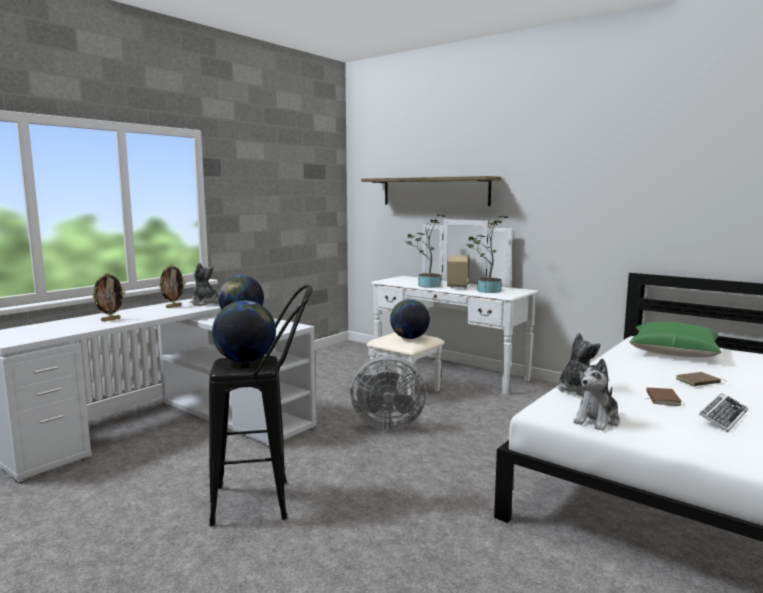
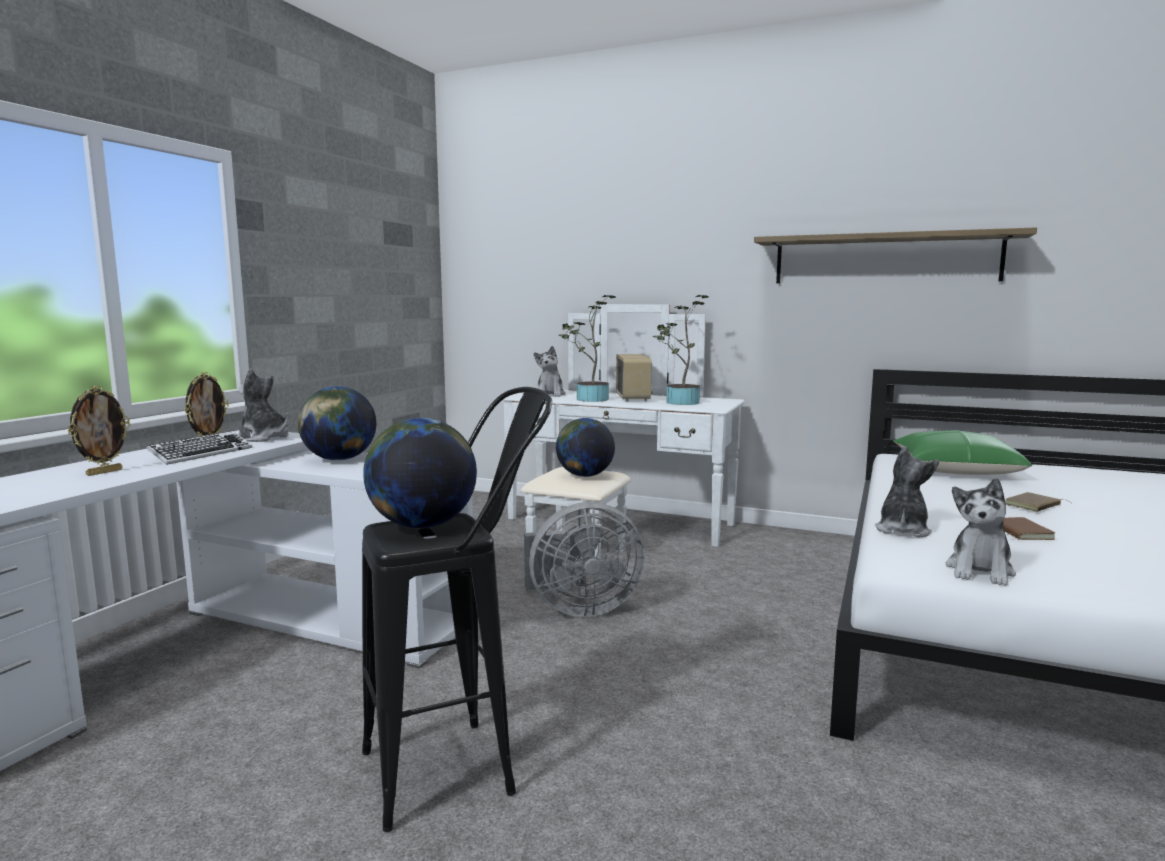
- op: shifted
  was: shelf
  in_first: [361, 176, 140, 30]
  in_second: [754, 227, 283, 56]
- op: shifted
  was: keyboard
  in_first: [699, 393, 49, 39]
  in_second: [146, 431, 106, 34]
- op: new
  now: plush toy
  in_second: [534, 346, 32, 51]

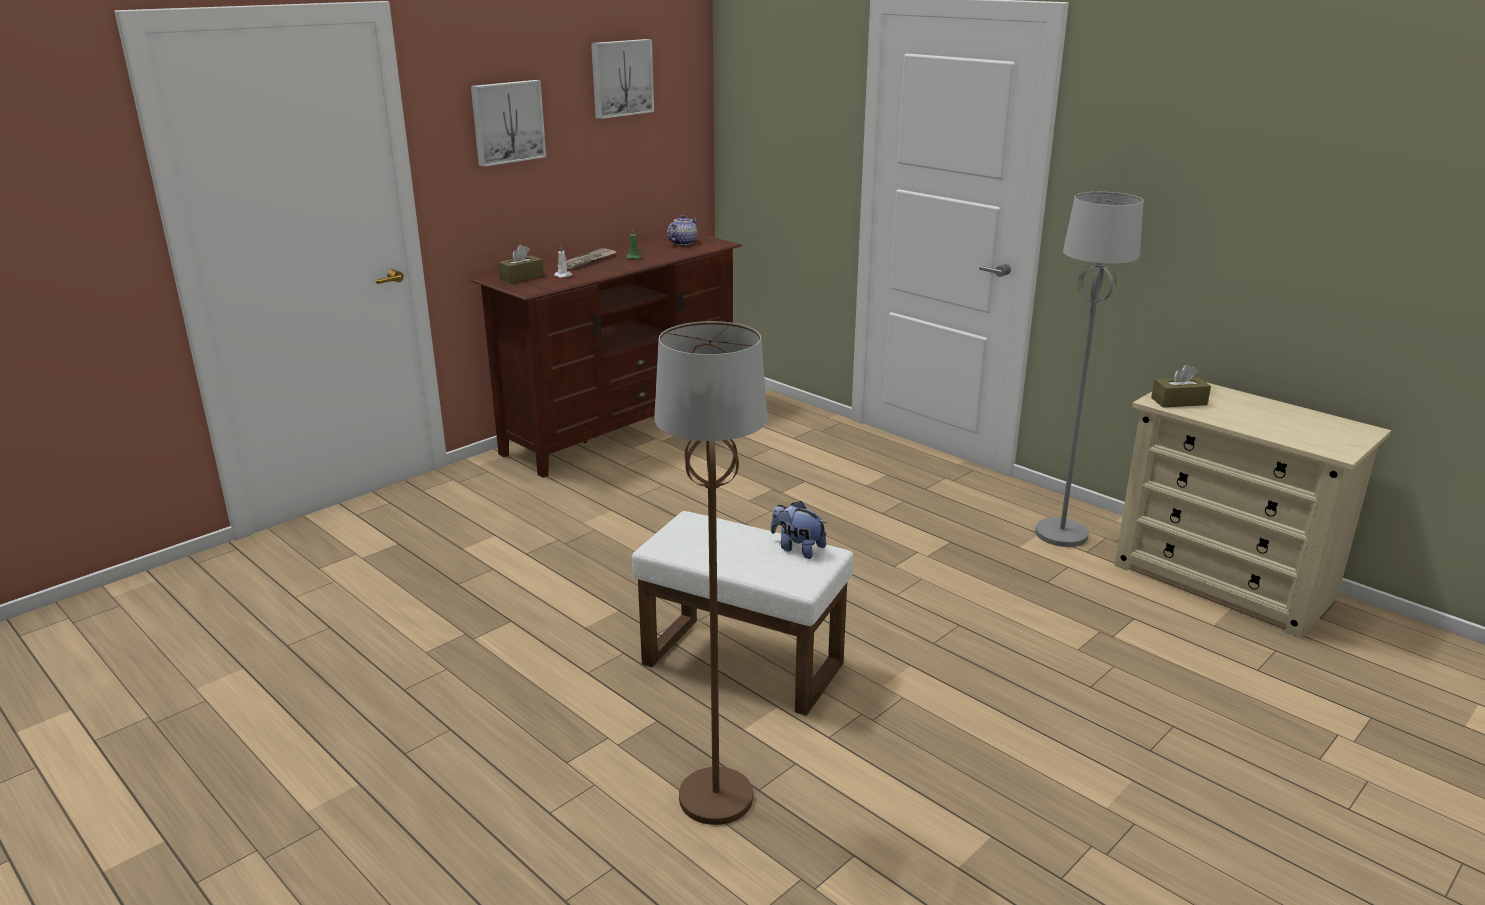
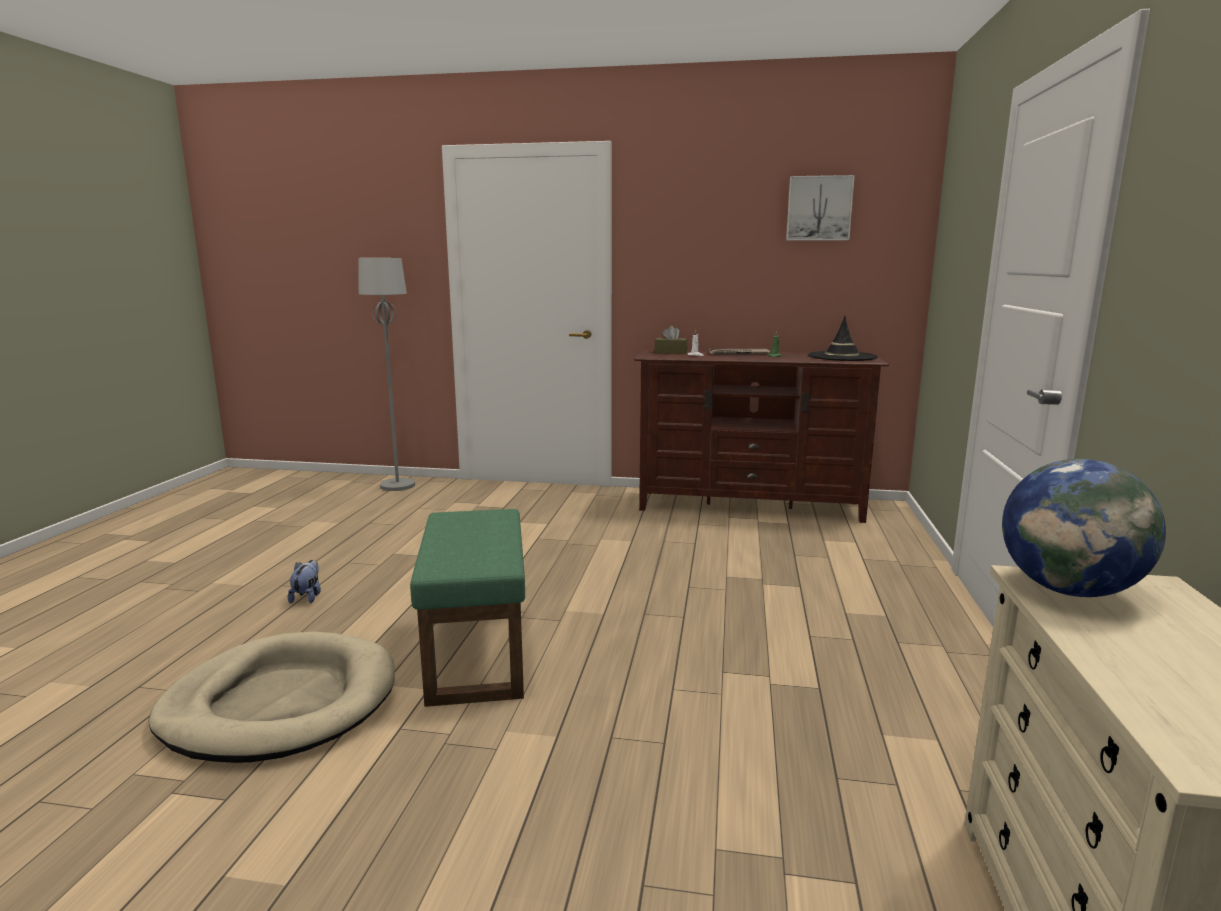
- op: gone
  was: picture
  in_first: [471, 80, 75, 87]
- op: shifted
  was: floor lamp (grey)
  in_first: [1035, 192, 109, 355]
  in_second: [359, 258, 56, 233]
- op: swapped
  was: teapot
  now: hat (black)
  in_first: [667, 215, 31, 30]
  in_second: [808, 316, 70, 45]
- op: swapped
  was: floor lamp (brown)
  now: dog bed (beige)
  in_first: [654, 321, 113, 504]
  in_second: [149, 631, 246, 132]
- op: swapped
  was: tissue box (brown)
  now: globe
  in_first: [1151, 364, 60, 44]
  in_second: [1002, 459, 164, 138]
- op: shifted
  was: plush toy
  in_first: [771, 501, 55, 58]
  in_second: [288, 560, 33, 44]
- op: repainted
  was: ottoman (white)
  now: ottoman (green)
  in_first: [632, 511, 222, 205]
  in_second: [410, 509, 115, 198]

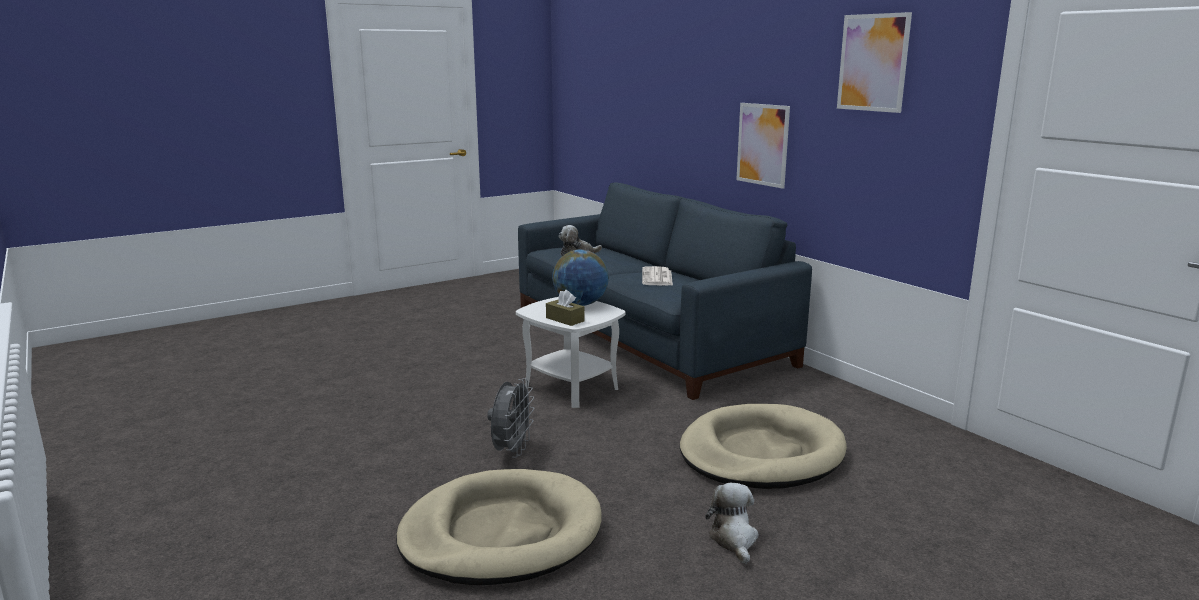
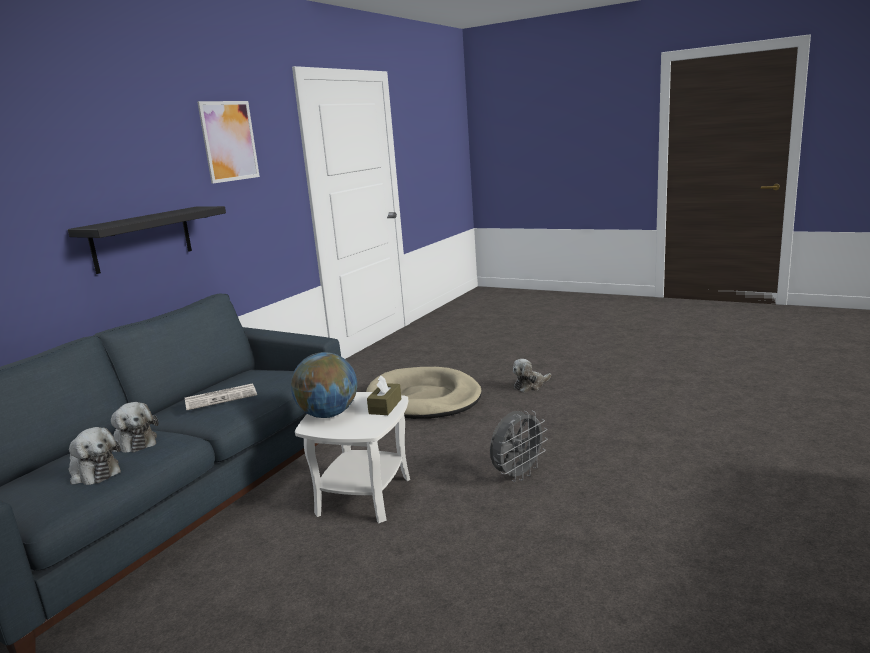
- op: swapped
  was: picture
  now: shelf (black)
  in_first: [736, 103, 54, 86]
  in_second: [68, 206, 158, 68]
- op: rotated
  was: fan (grey)
  in_first: [487, 378, 48, 80]
  in_second: [490, 410, 58, 72]
  clockwise: 150
- op: gone
  was: dog bed (beige)
  in_first: [396, 469, 206, 117]
- op: new
  now: plush toy
  in_second: [111, 402, 48, 51]

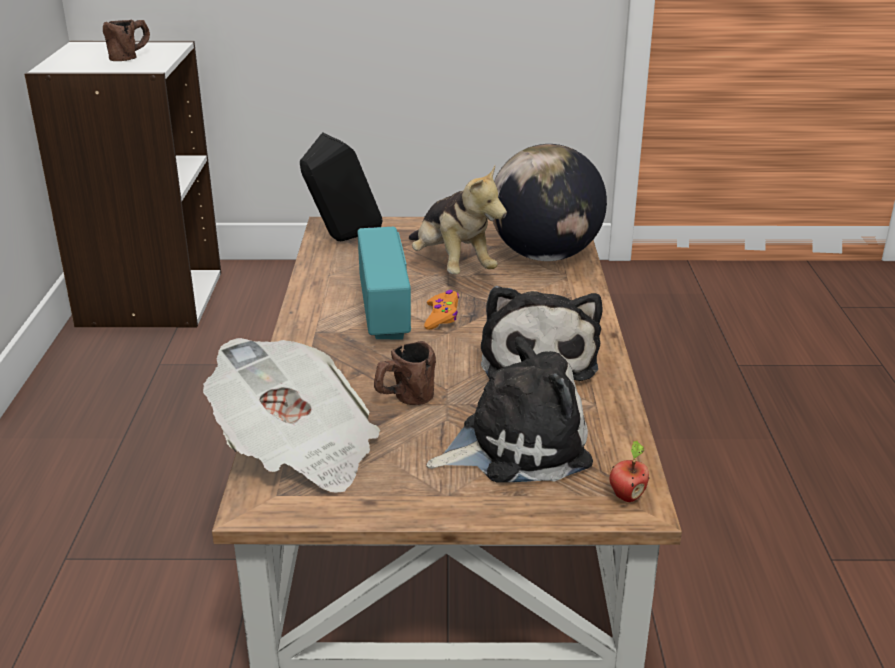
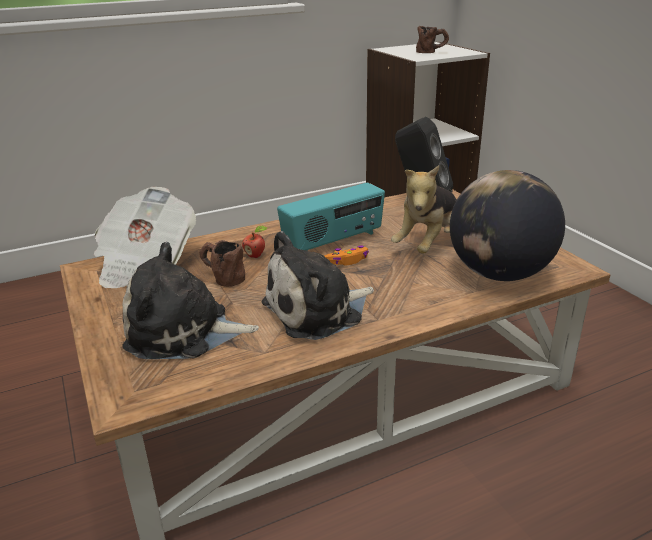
- op: rotated
  was: plush toy
  in_first: [426, 336, 167, 147]
  in_second: [123, 242, 136, 117]
  clockwise: 135
- op: shifted
  was: apple
  in_first: [610, 441, 39, 61]
  in_second: [242, 225, 26, 33]

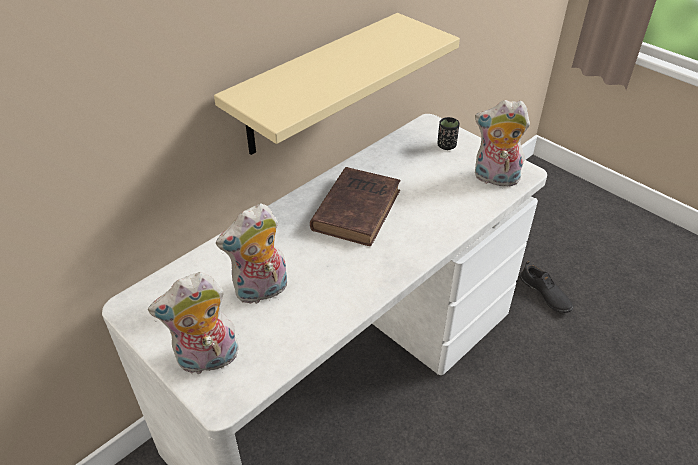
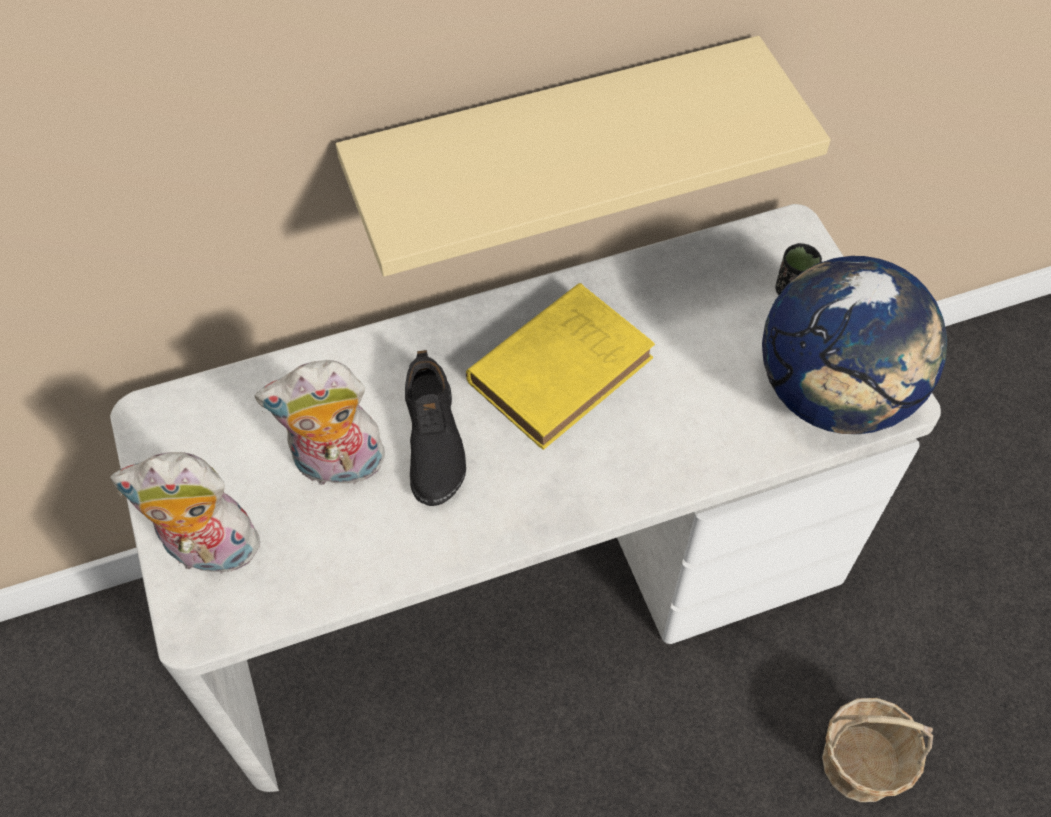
- op: swapped
  was: plush toy
  now: globe
  in_first: [475, 100, 55, 87]
  in_second: [762, 256, 185, 178]
- op: repainted
  was: book (brown)
  now: book (yellow)
  in_first: [310, 167, 91, 79]
  in_second: [466, 283, 189, 167]
- op: shifted
  was: shoe (black)
  in_first: [520, 261, 53, 52]
  in_second: [405, 350, 61, 156]
- op: new
  now: basket
  in_second: [822, 698, 111, 104]

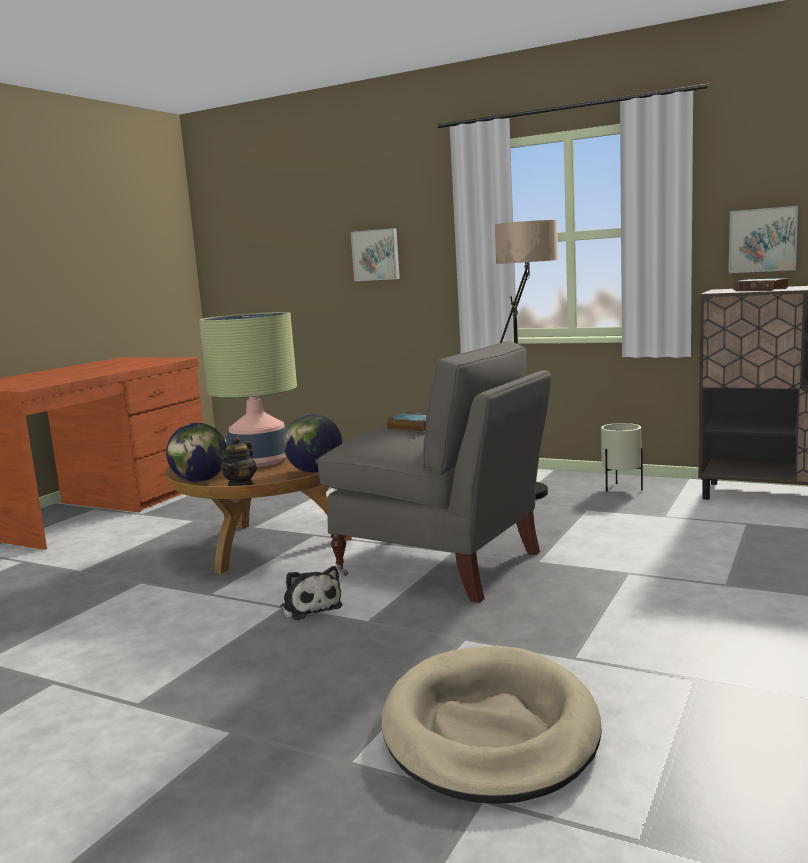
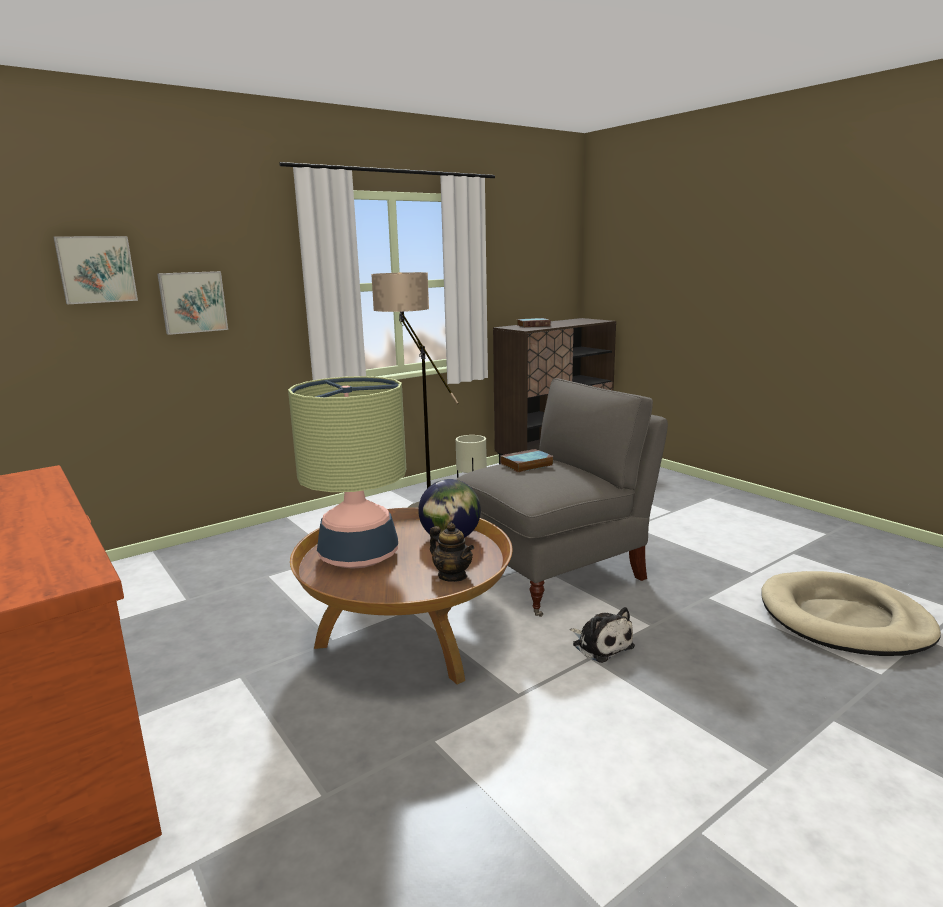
- op: shifted
  was: picture
  in_first: [729, 206, 69, 67]
  in_second: [53, 236, 85, 68]
- op: gone
  was: globe
  in_first: [166, 423, 61, 59]
- op: rotated
  was: plush toy
  in_first: [280, 566, 63, 55]
  in_second: [570, 607, 65, 56]
  clockwise: 60

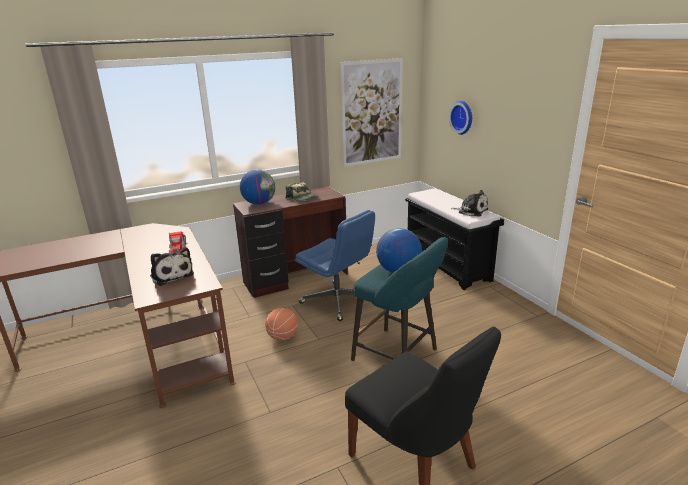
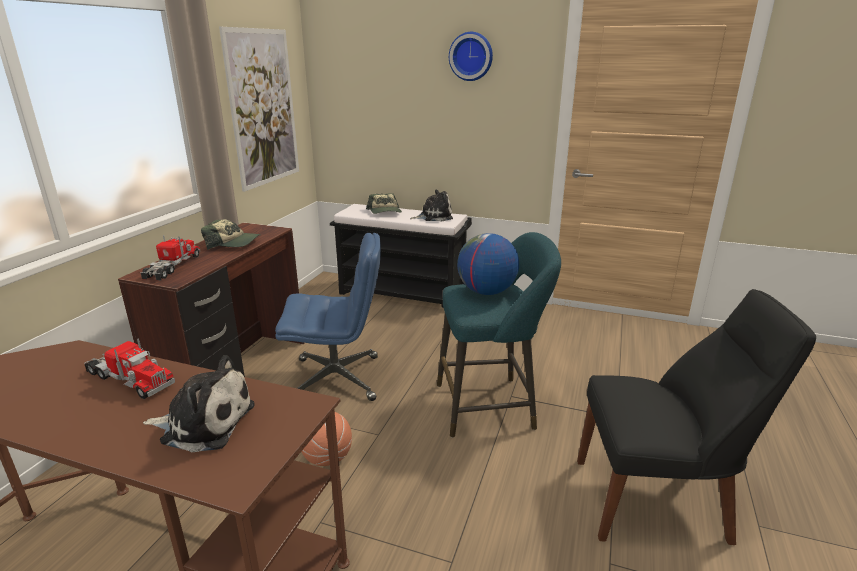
- op: shifted
  was: wall clock
  in_first: [449, 101, 23, 34]
  in_second: [449, 32, 44, 49]
- op: swapped
  was: globe
  now: toy truck
  in_first: [240, 169, 35, 36]
  in_second: [140, 235, 60, 45]
- op: new
  now: cap
  in_second: [366, 193, 36, 21]

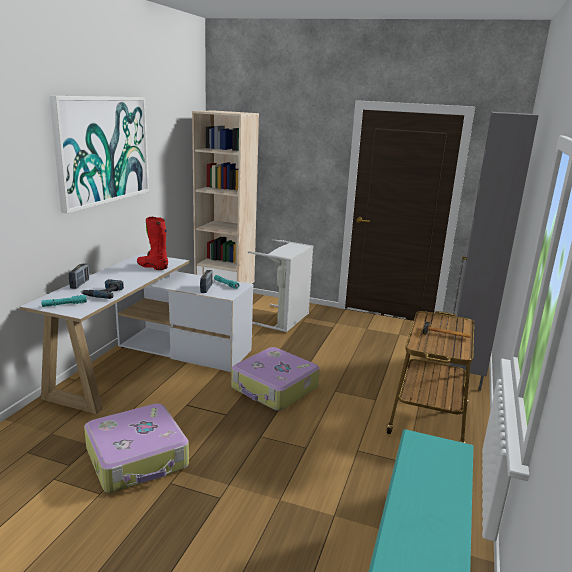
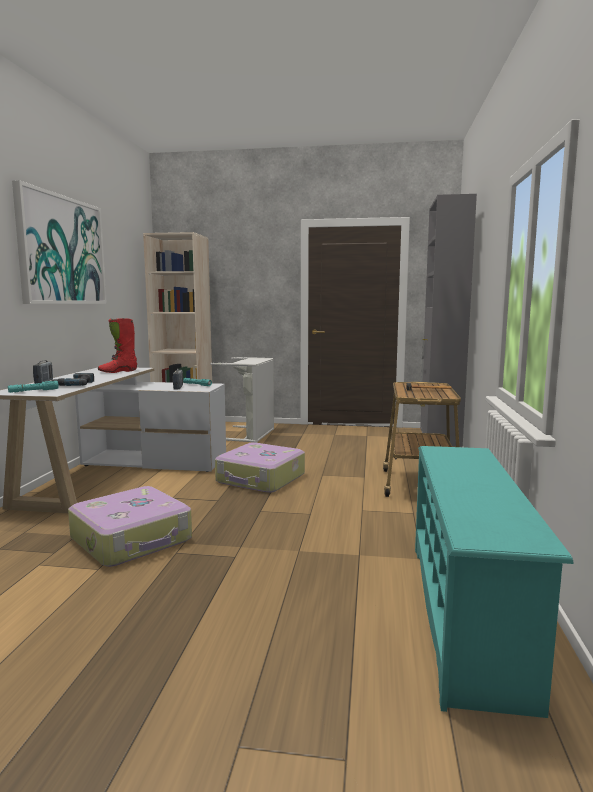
- op: rotated
  was: boot (red)
  in_first: [137, 217, 31, 53]
  in_second: [98, 318, 39, 55]
  clockwise: -60

